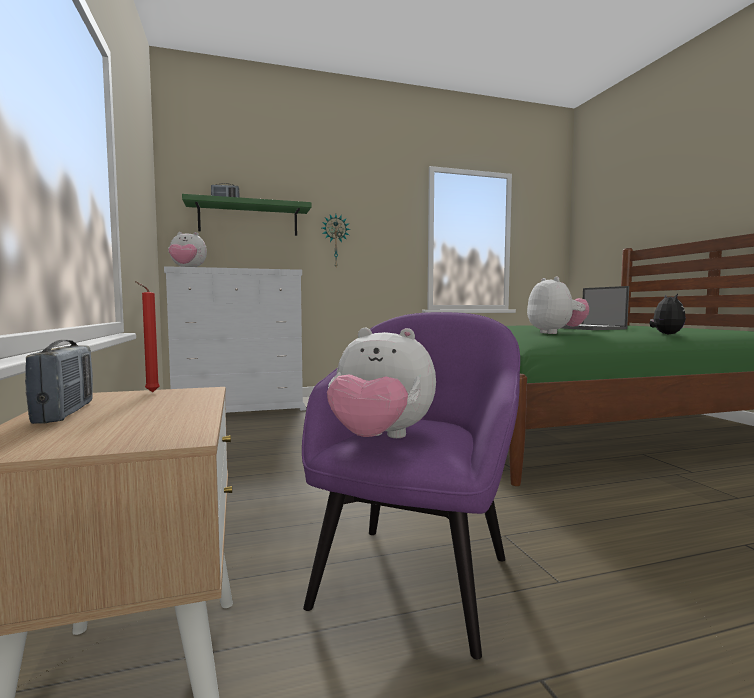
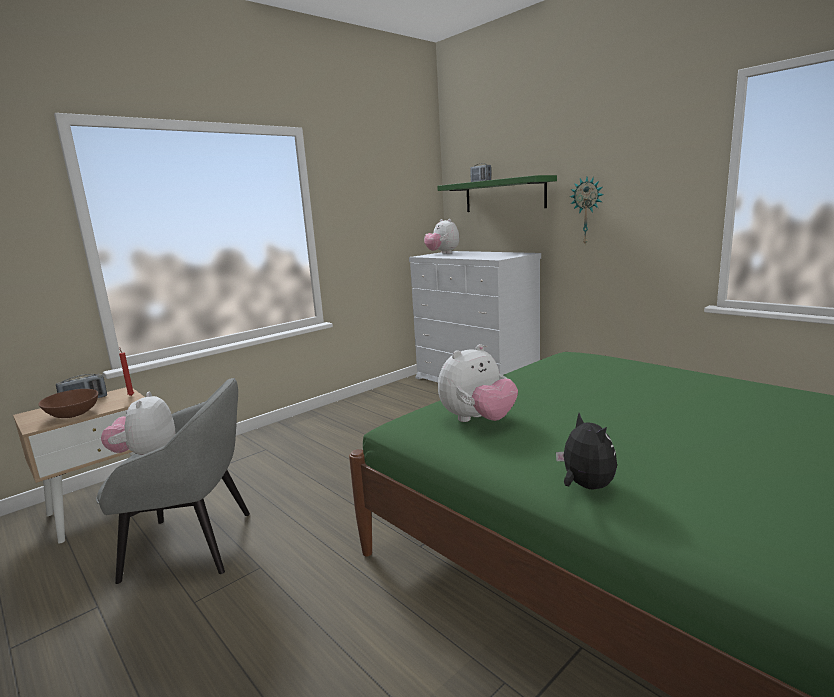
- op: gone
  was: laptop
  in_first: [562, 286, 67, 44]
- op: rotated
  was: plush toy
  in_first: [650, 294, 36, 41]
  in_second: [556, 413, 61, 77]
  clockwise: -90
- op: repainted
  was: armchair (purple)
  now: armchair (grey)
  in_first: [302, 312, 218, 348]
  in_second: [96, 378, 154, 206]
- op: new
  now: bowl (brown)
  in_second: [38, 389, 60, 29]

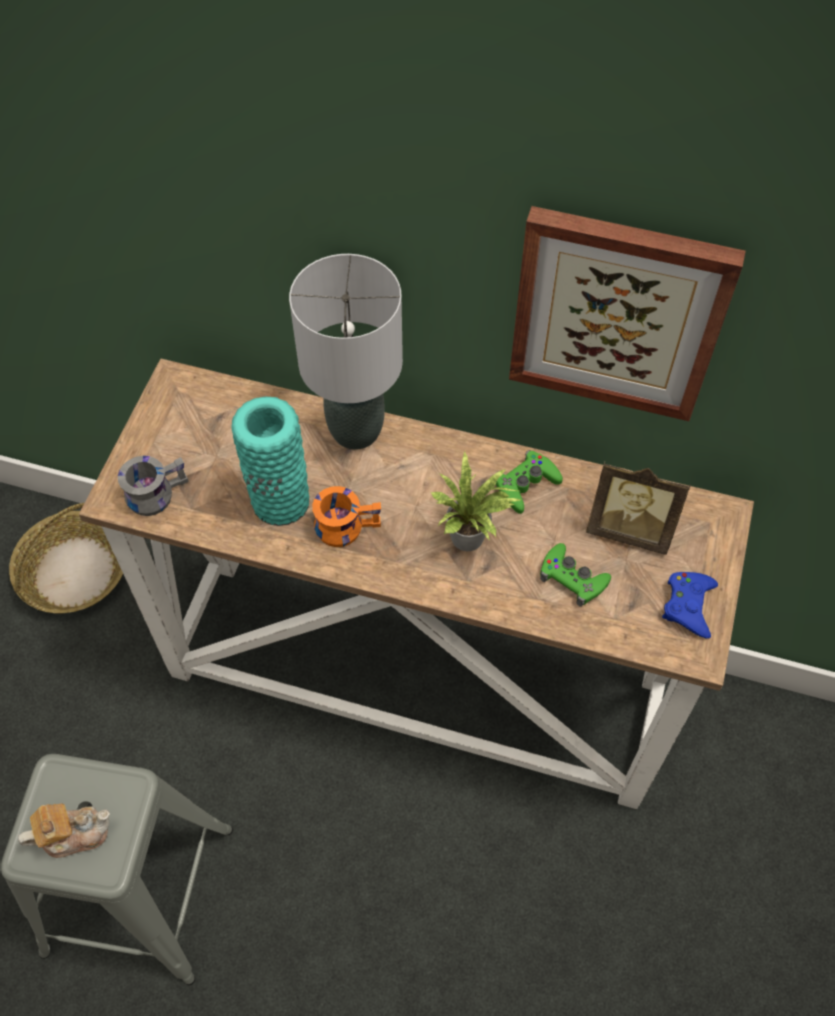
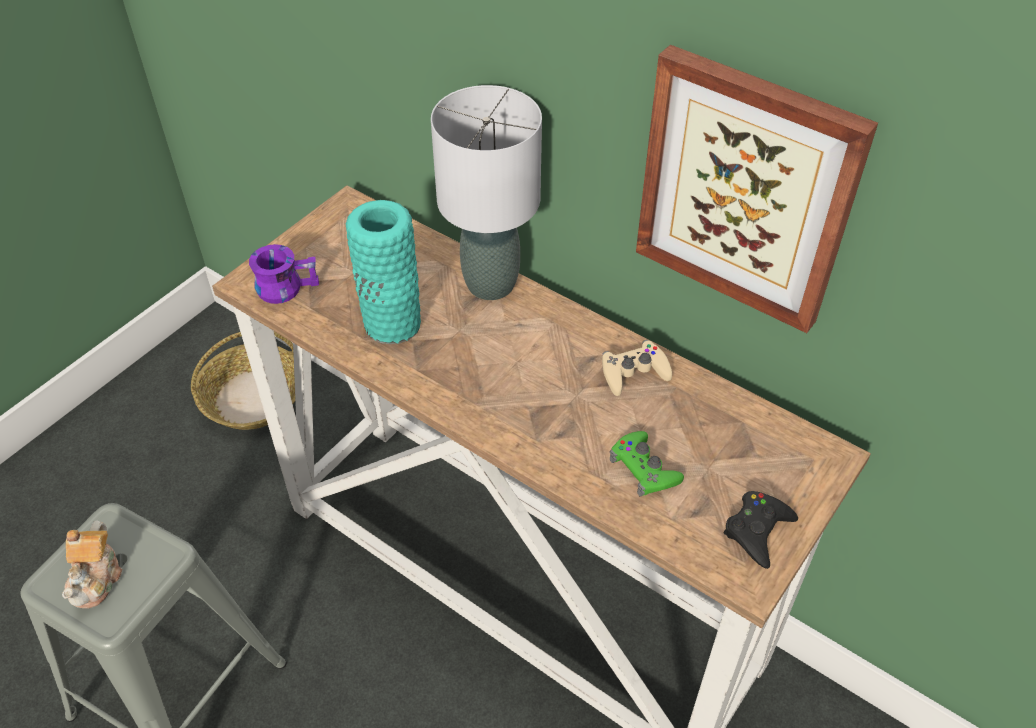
- op: repainted
  was: game controller (green)
  now: game controller (beige)
  in_first: [496, 450, 67, 64]
  in_second: [602, 340, 70, 56]
- op: gone
  was: potted plant
  in_first: [431, 452, 90, 99]
- op: repainted
  was: mug (grey)
  now: mug (purple)
  in_first: [118, 456, 71, 60]
  in_second: [249, 244, 70, 60]
- op: gone
  was: picture frame
  in_first: [586, 462, 105, 93]
- op: gone
  was: mug (orange)
  in_first: [312, 486, 69, 61]
- op: repainted
  was: game controller (blue)
  now: game controller (black)
  in_first: [662, 572, 56, 66]
  in_second: [723, 491, 75, 78]
- op: rotated
  was: teapot
  in_first: [18, 804, 92, 54]
  in_second: [62, 520, 60, 89]
  clockwise: 90

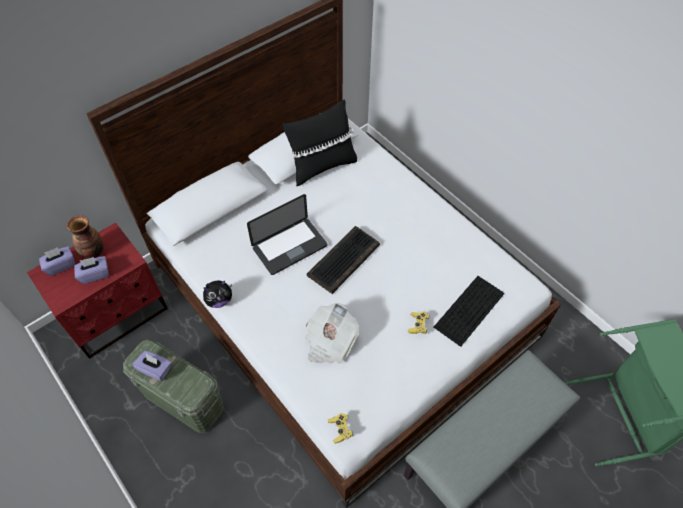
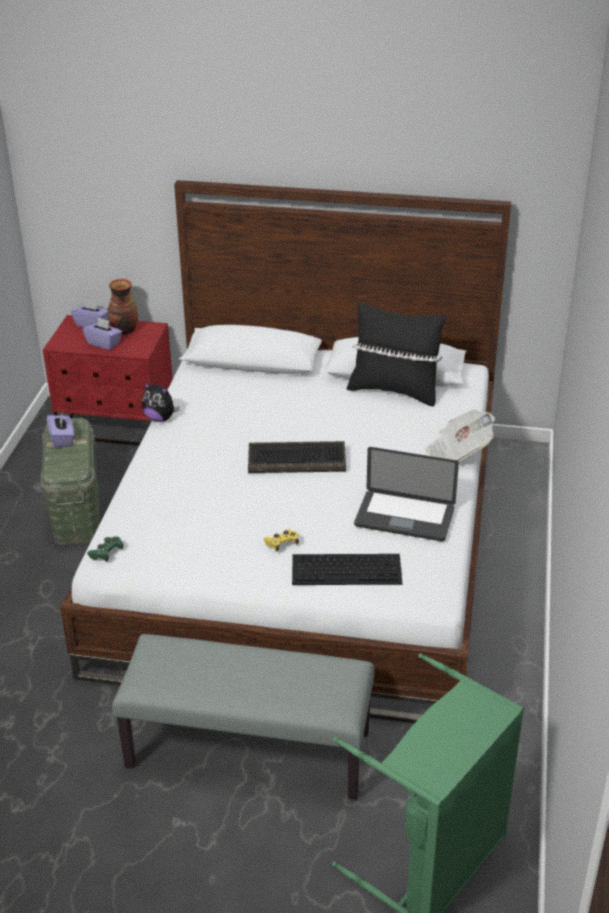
- op: shifted
  was: laptop
  in_first: [247, 194, 80, 81]
  in_second: [354, 447, 105, 94]
- op: shifted
  was: newspaper
  in_first: [306, 303, 53, 61]
  in_second: [426, 410, 69, 52]
- op: repainted
  was: game controller (yellow)
  now: game controller (green)
  in_first: [328, 413, 26, 31]
  in_second: [87, 536, 37, 26]

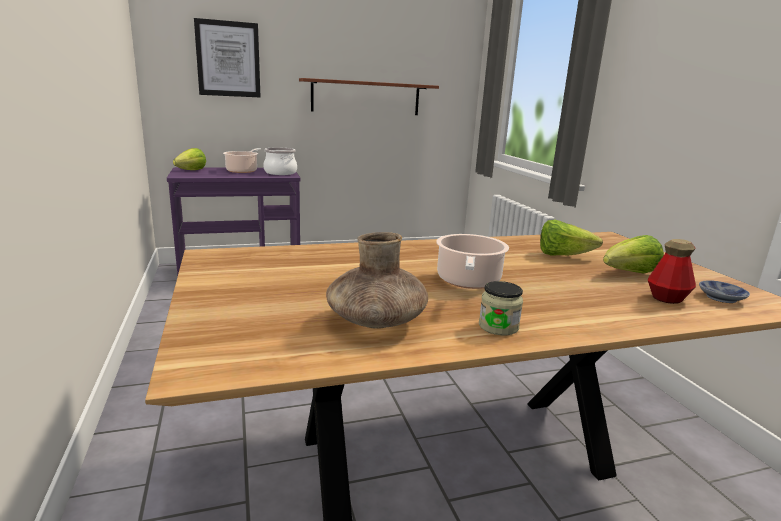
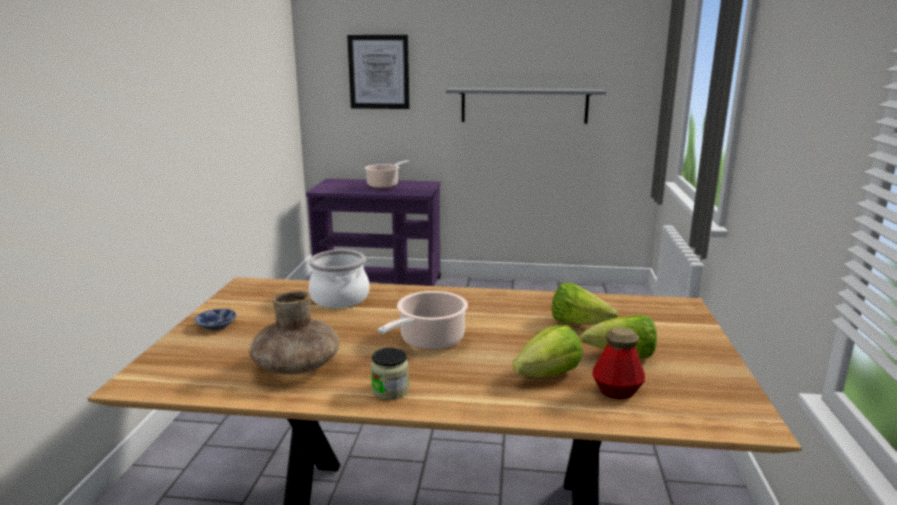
- op: repainted
  was: shelf (brown)
  now: shelf (grey)
  in_first: [299, 78, 140, 37]
  in_second: [446, 88, 160, 36]
- op: shifted
  was: cooking pot
  in_first: [263, 147, 34, 28]
  in_second: [308, 250, 61, 58]
- op: shifted
  was: lettuce
  in_first: [173, 148, 33, 22]
  in_second: [513, 325, 70, 52]
- op: shifted
  was: bowl
  in_first: [699, 280, 51, 23]
  in_second: [194, 309, 43, 22]

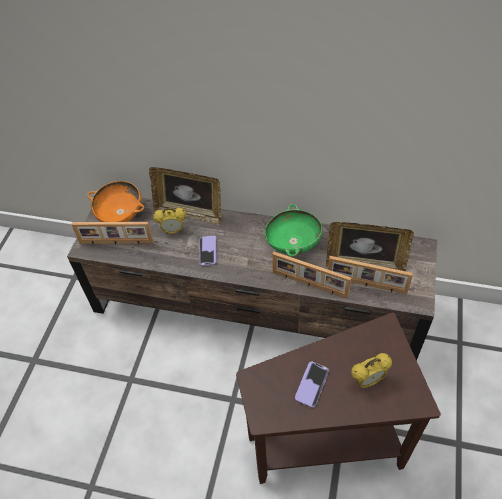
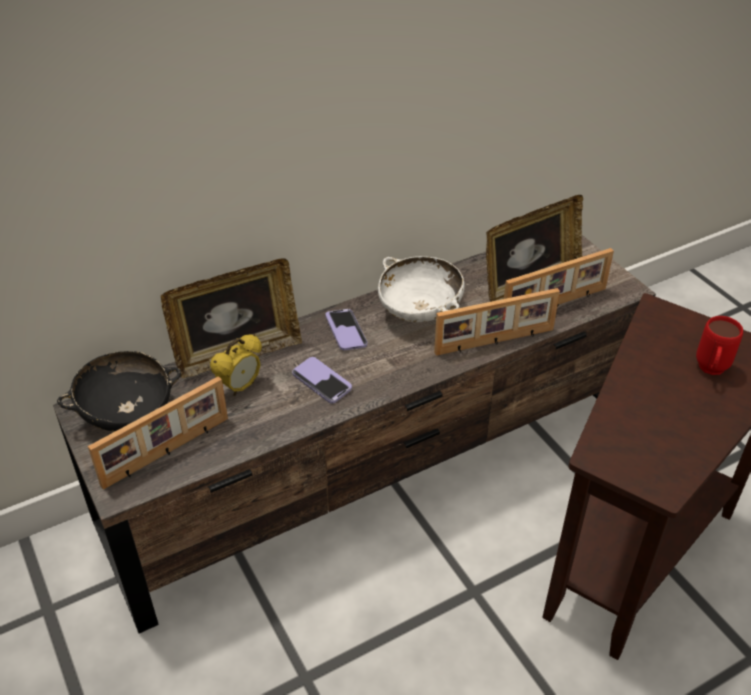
- op: repainted
  was: bowl (orange)
  now: bowl (black)
  in_first: [87, 181, 57, 41]
  in_second: [57, 351, 124, 80]
- op: repainted
  was: bowl (green)
  now: bowl (white)
  in_first: [265, 204, 57, 53]
  in_second: [378, 256, 87, 66]
- op: swapped
  was: alarm clock
  now: mug (red)
  in_first: [351, 353, 41, 35]
  in_second: [696, 316, 47, 59]
- op: shifted
  was: phone
  in_first: [295, 362, 34, 46]
  in_second: [325, 309, 42, 41]

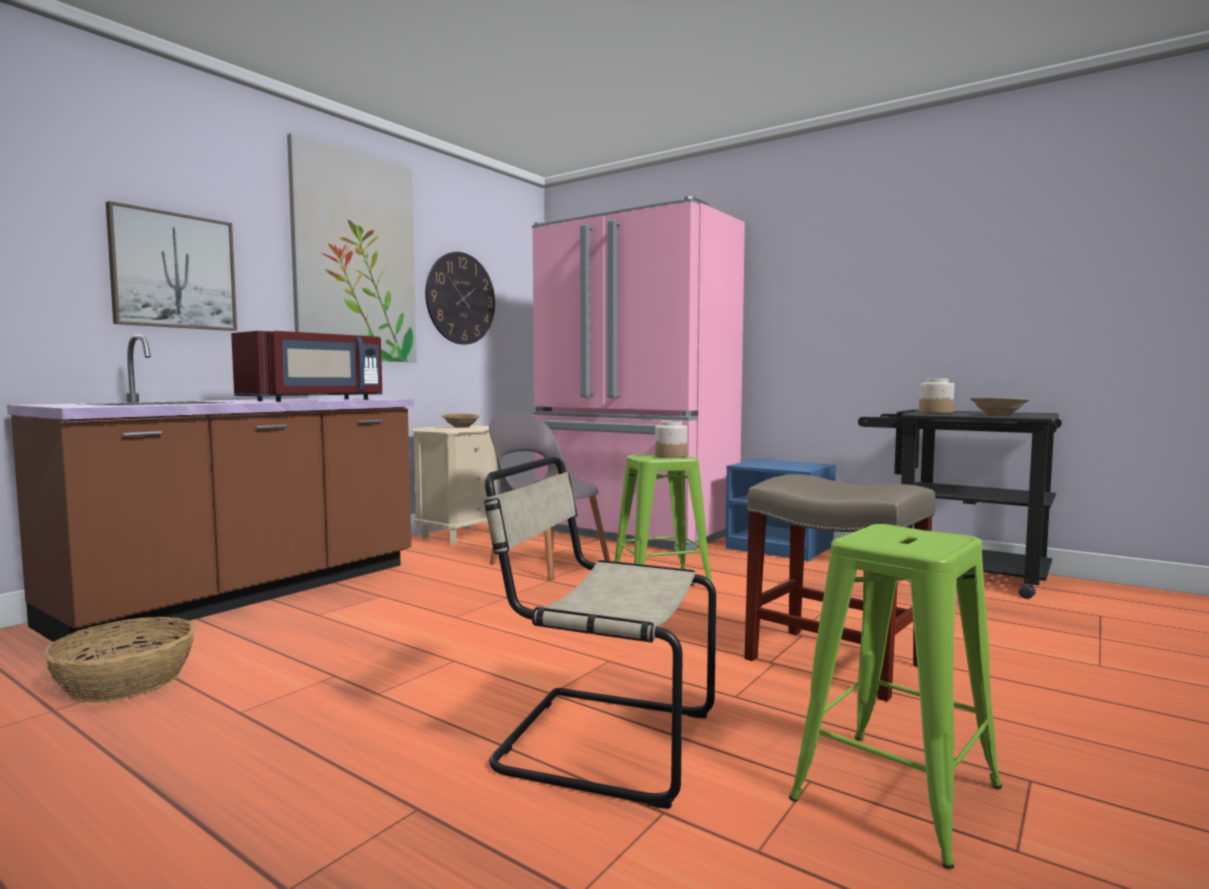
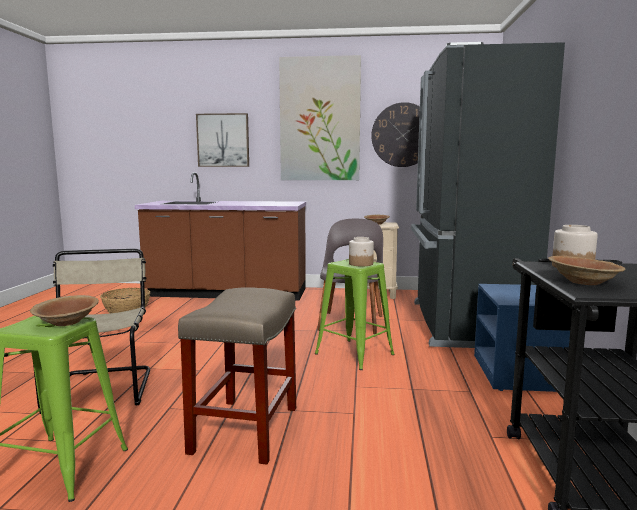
- op: repainted
  was: fridge (pink)
  now: fridge (black)
  in_first: [532, 196, 213, 356]
  in_second: [411, 42, 154, 306]
- op: gone
  was: microwave (red)
  in_first: [231, 331, 152, 71]
- op: new
  now: bowl (brown)
  in_second: [30, 295, 69, 31]

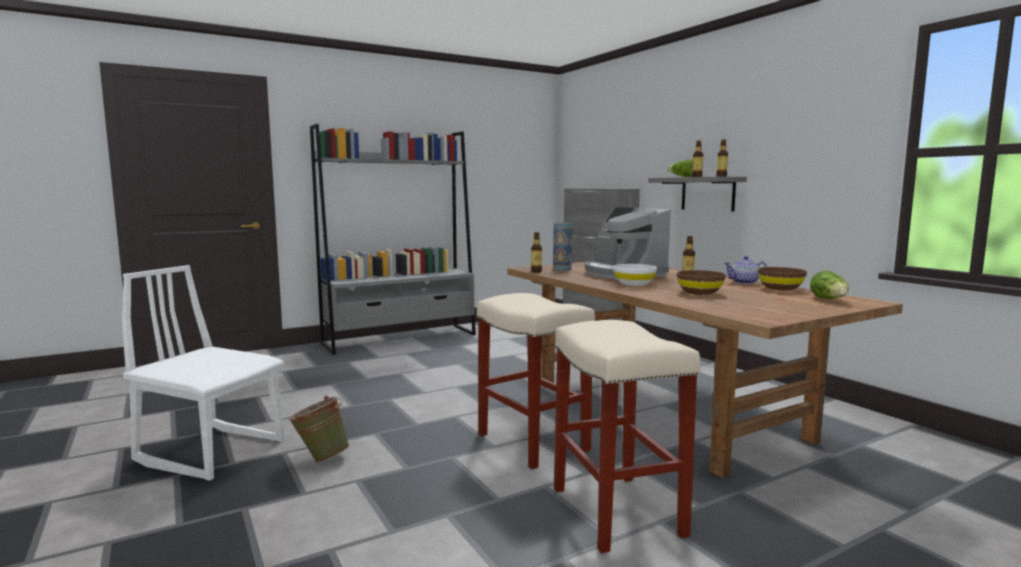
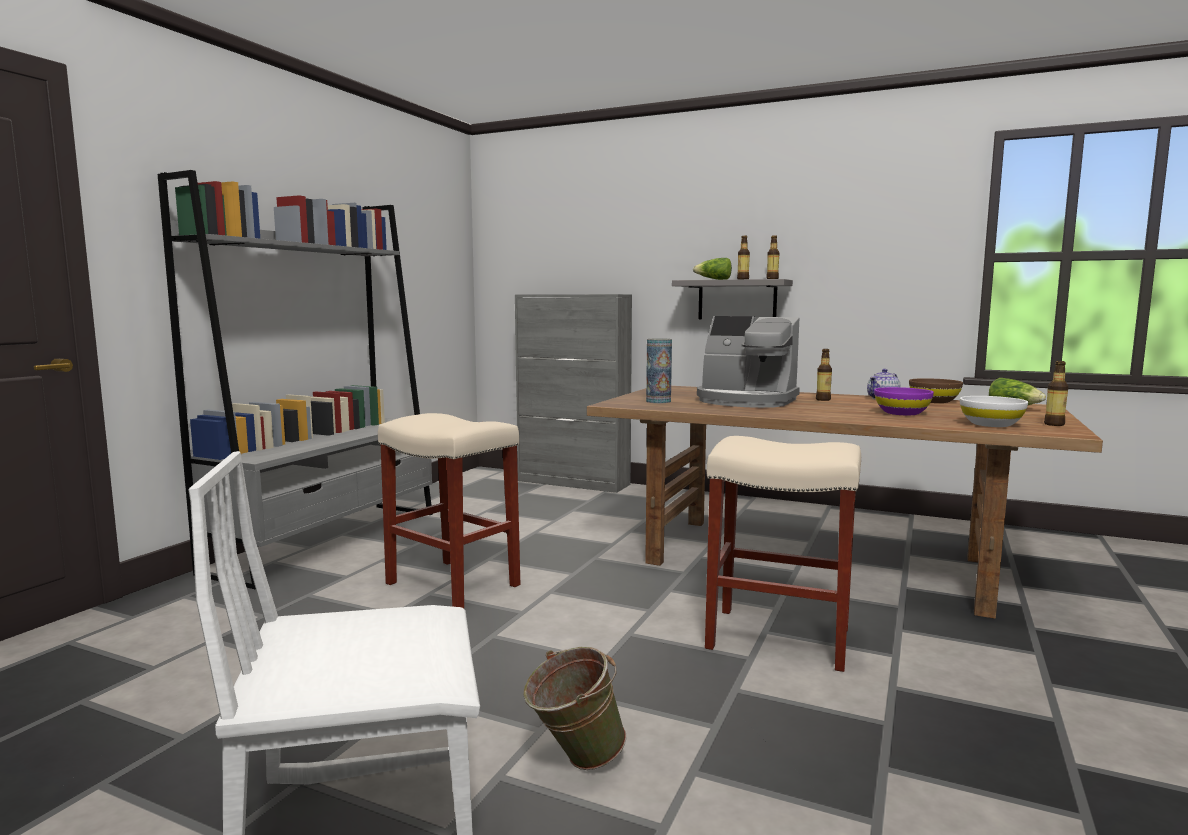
- op: shifted
  was: bottle
  in_first: [531, 232, 11, 40]
  in_second: [1044, 361, 25, 65]
- op: shifted
  was: bowl (white)
  in_first: [613, 264, 44, 22]
  in_second: [960, 396, 68, 31]
- op: repainted
  was: bowl (brown)
  now: bowl (purple)
  in_first: [677, 270, 49, 25]
  in_second: [874, 387, 60, 28]
- op: shifted
  was: stool (beige)
  in_first: [554, 320, 146, 233]
  in_second: [378, 413, 142, 196]

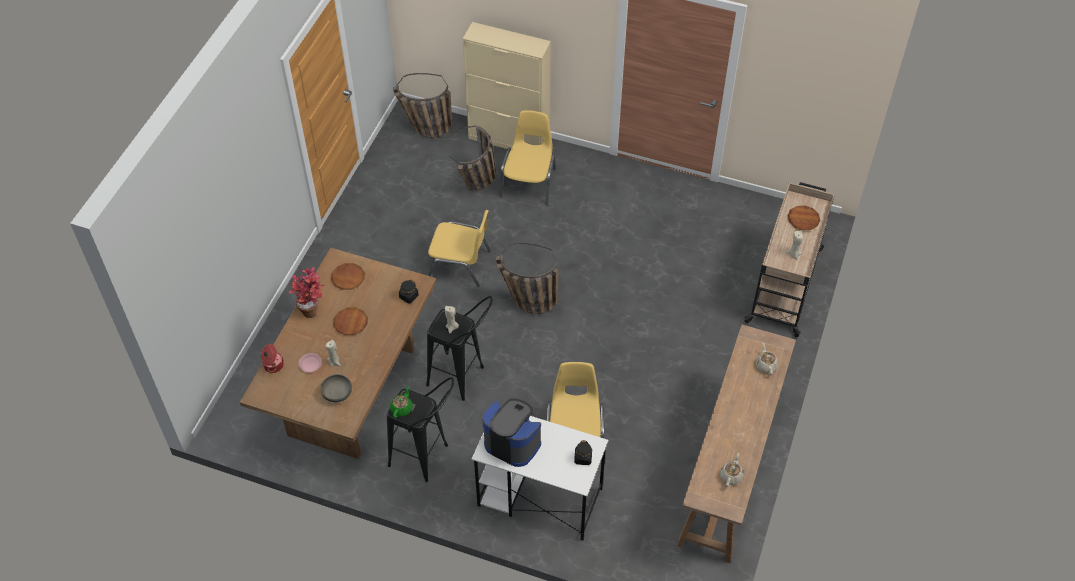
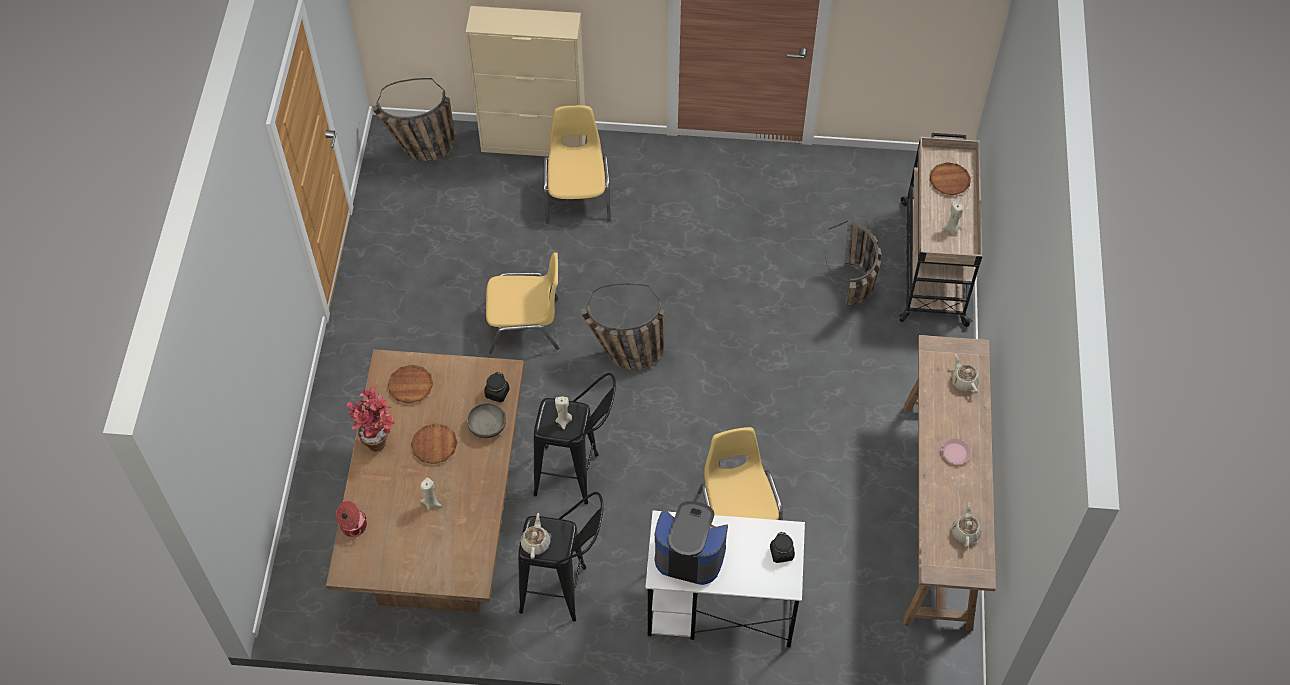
- op: shifted
  was: basket
  in_first: [448, 125, 48, 66]
  in_second: [825, 221, 56, 85]
- op: shifted
  was: plate (pink)
  in_first: [298, 353, 24, 19]
  in_second: [941, 438, 30, 27]
- op: shifted
  was: bowl (grey)
  in_first: [320, 374, 32, 28]
  in_second: [467, 402, 39, 36]
- op: repainted
  was: teapot (green)
  now: teapot (beige)
  in_first: [390, 386, 23, 32]
  in_second: [521, 513, 29, 46]

